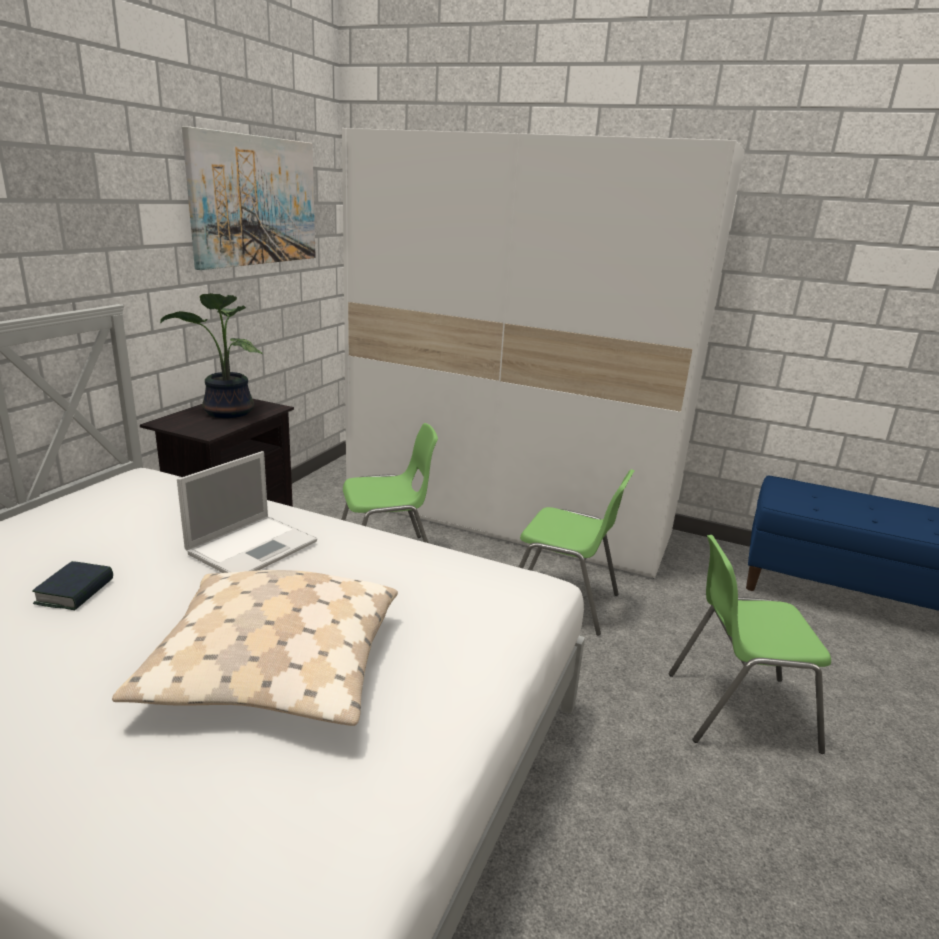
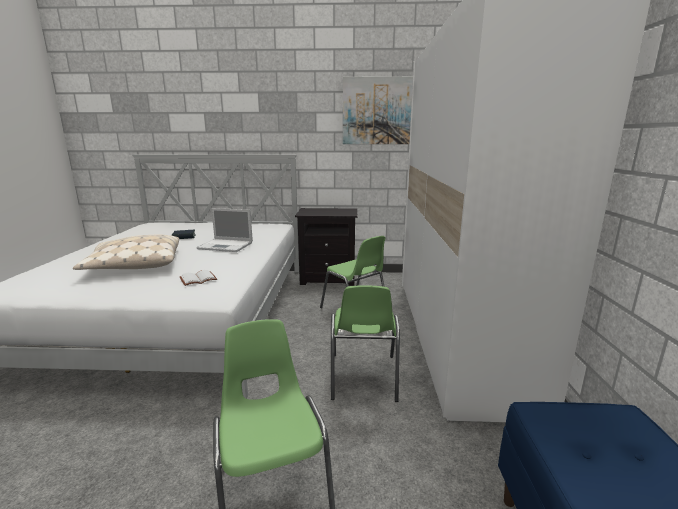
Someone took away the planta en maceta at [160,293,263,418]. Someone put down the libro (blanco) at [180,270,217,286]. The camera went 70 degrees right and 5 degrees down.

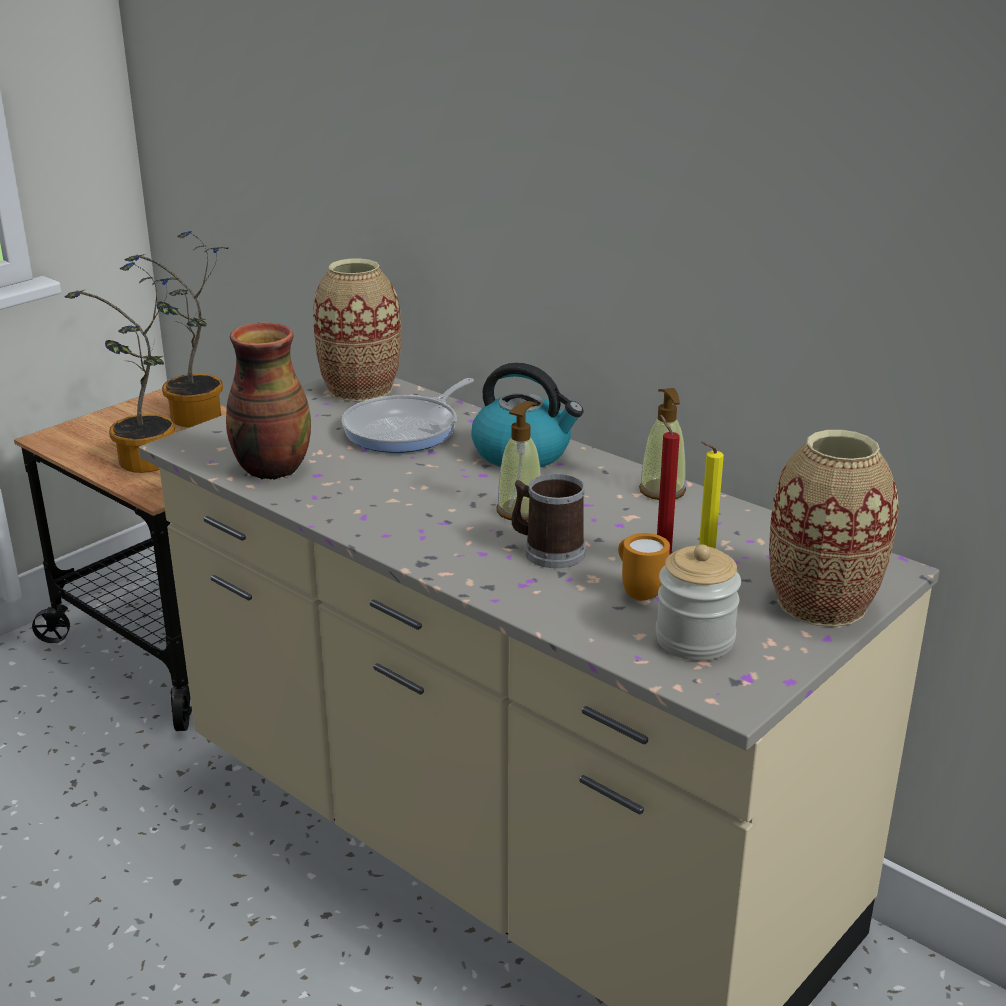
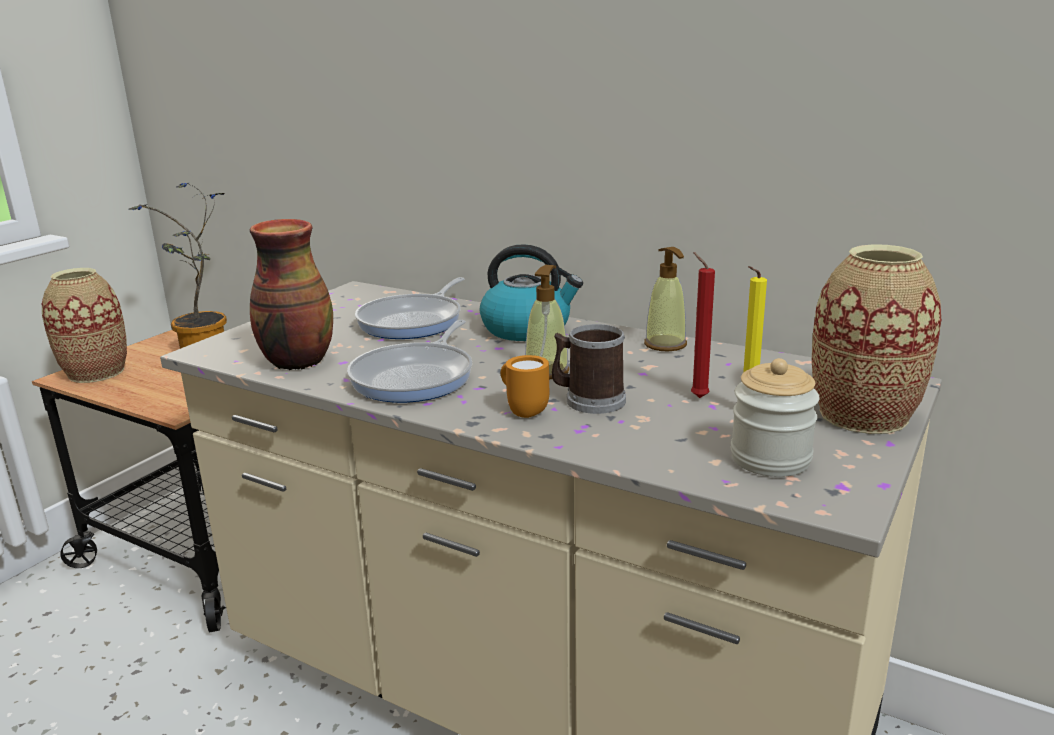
Someone took away the planta en maceta at [65,262,178,473]. Someone carried the florero from [313,259,401,402] to [42,268,127,383]. Someone carried the taza grande (naranja) from [618,533,670,601] to [500,355,549,418]. Someone put down the sartén at [347,320,472,403]. The camera went 10 degrees left and 5 degrees down.

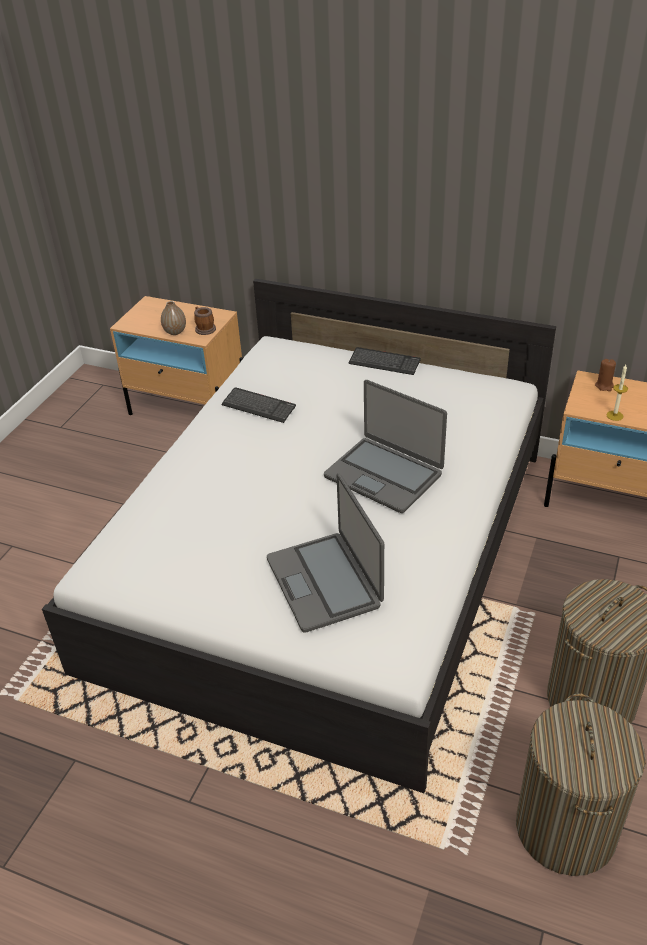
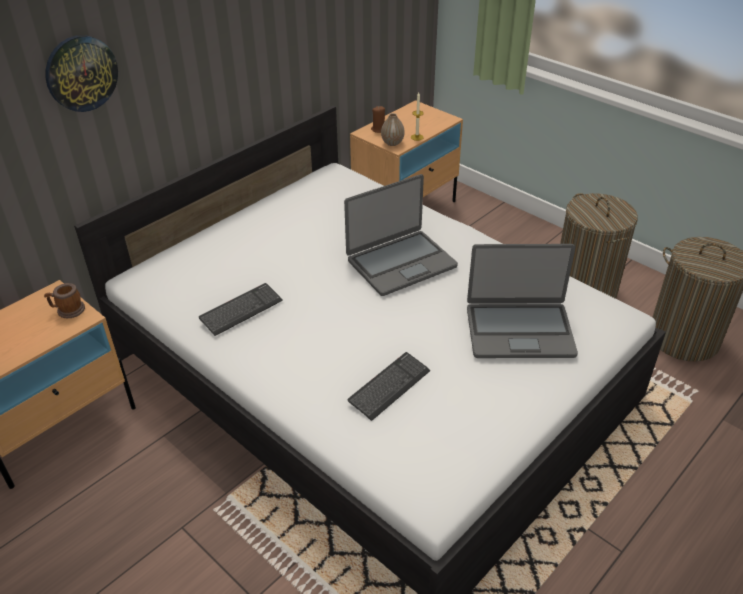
Someone carried the florero from [161,301,186,335] to [381,113,404,146]. Someone carried the teclado from [348,347,421,375] to [347,352,430,421]. Someone put up the reloj de pared at [45,35,118,112]. The camera went 70 degrees left and 0 degrees up.

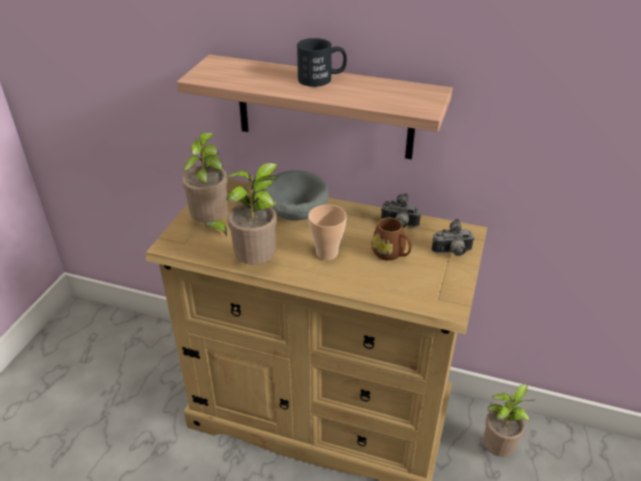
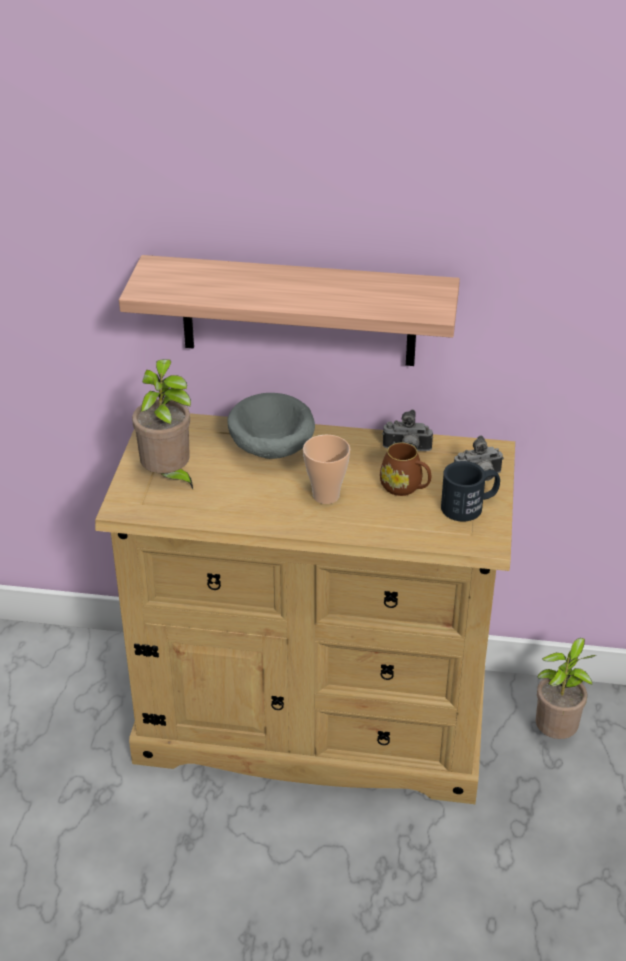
Someone took away the planta en maceta at [226,163,279,265]. Someone carried the taza grande (negro) from [297,38,347,87] to [441,461,500,521]. The camera went 10 degrees left and 0 degrees up.

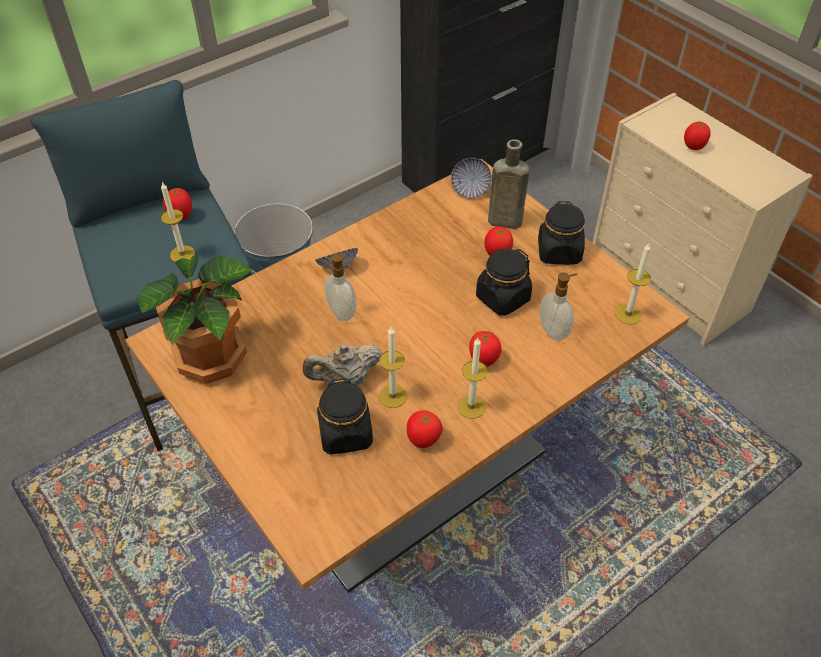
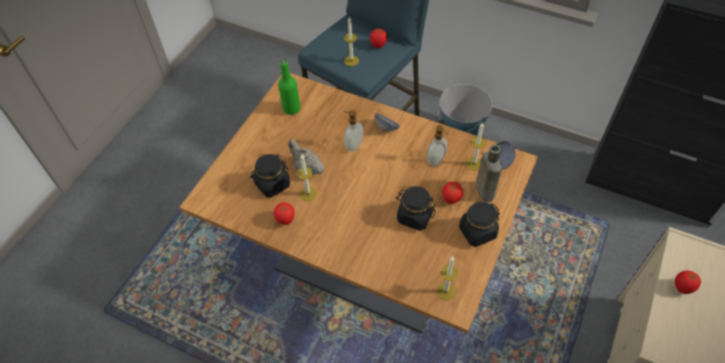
Someone swapped the planta en maceta at [138,255,253,384] for the botella (verde) at [278,60,300,115]. Someone carried the vela from [457,338,488,419] to [466,122,486,171]. Someone took away the tomate at [469,331,501,367]. Someone carried the dispensador de jabón from [540,272,577,341] to [427,125,448,166]. The camera went 65 degrees right and 5 degrees up.

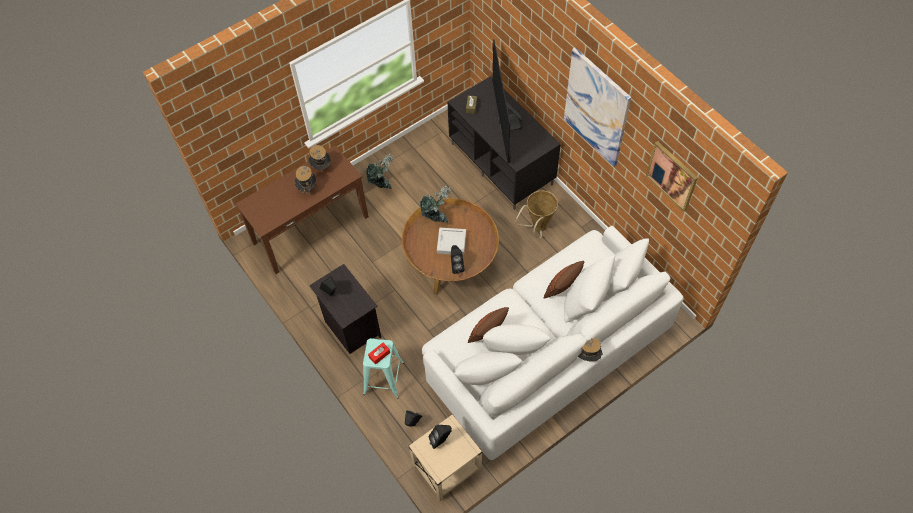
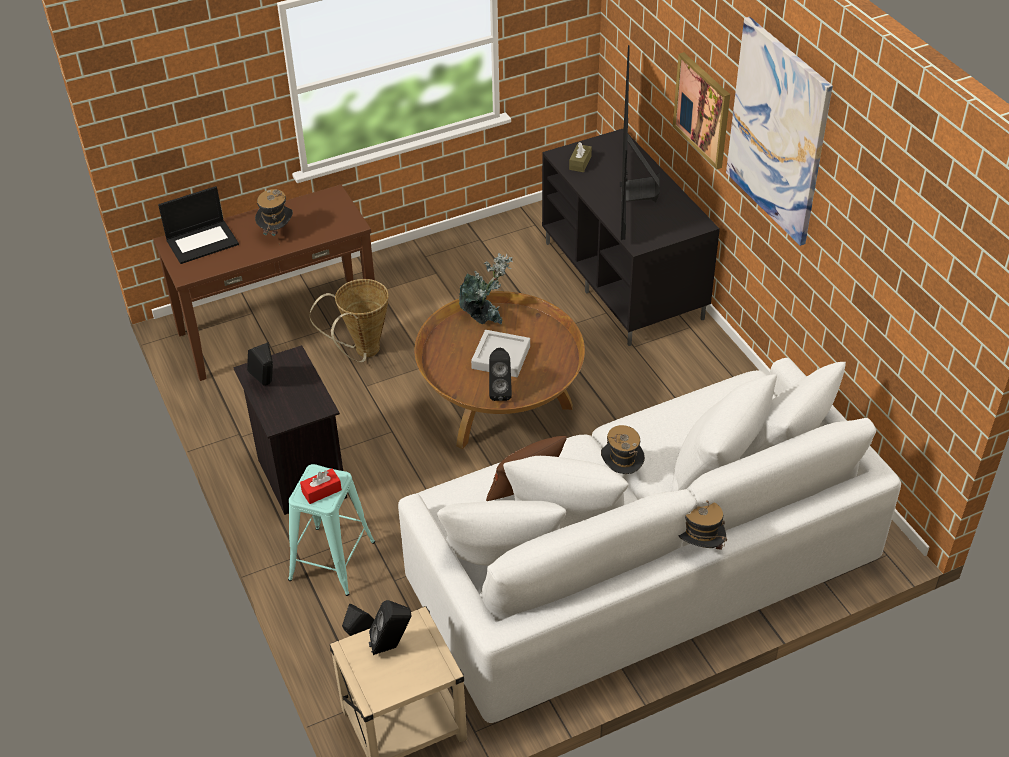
Someone carried the sombrero from [308,145,331,170] to [601,425,645,474]. Someone took away the planta en maceta at [366,153,394,189]. Someone carried the cesta from [515,190,558,238] to [309,279,389,362]. Someone took away the cojín (marrón) at [544,261,584,298]. Someone carried the cuadro from [646,141,698,212] to [673,52,730,170]. Someone put down the portátil at [158,186,239,264]. The camera went 10 degrees right and 15 degrees down.

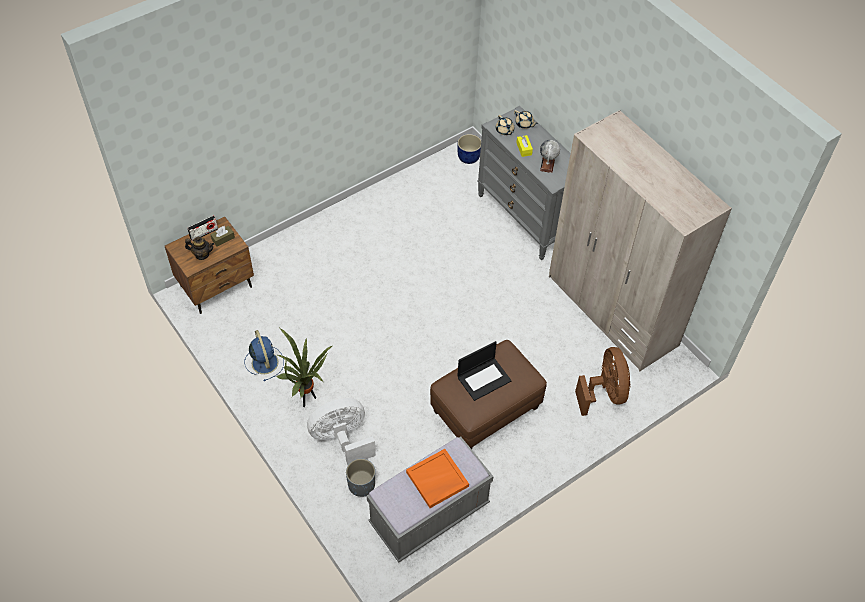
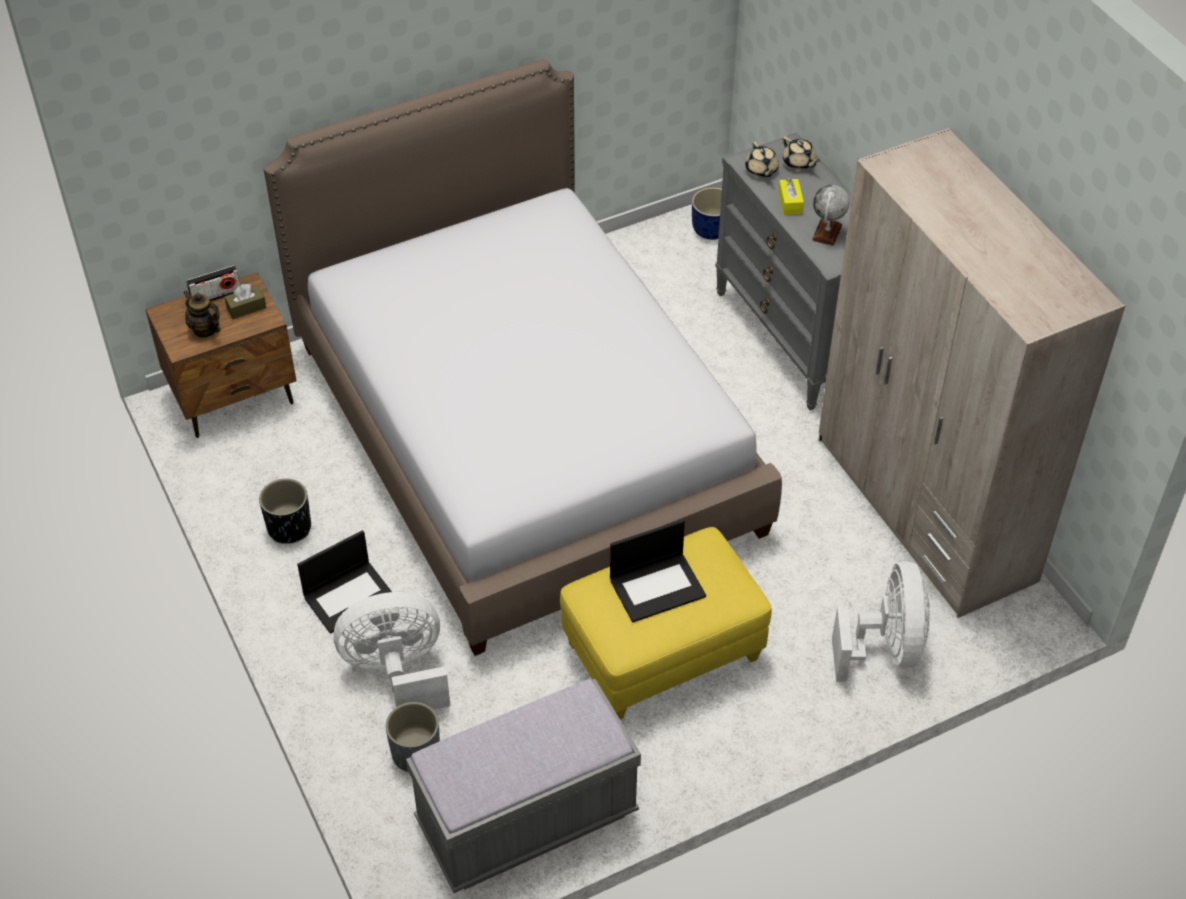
Someone rotated the tetera at [185,236,214,260] by 150 degrees counterclockwise. Someone swapped the ventilador (azul) at [244,330,284,381] for the maceta (negro) at [259,478,311,544]. Someone swapped the planta en maceta at [276,327,332,407] for the portátil at [297,530,392,634]. Someone took away the bandeja (naranja) at [406,449,469,508]. Someone repainted the puf (marrón) at [430,340,547,449], which became the puf (amarillo) at [560,527,772,719]. Someone repainted the ventilador (marrón) at [575,347,630,416], which became the ventilador (blanco) at [832,561,930,682]. Someone put down the cama at [264,59,782,656]. The camera went 10 degrees right and 5 degrees down.

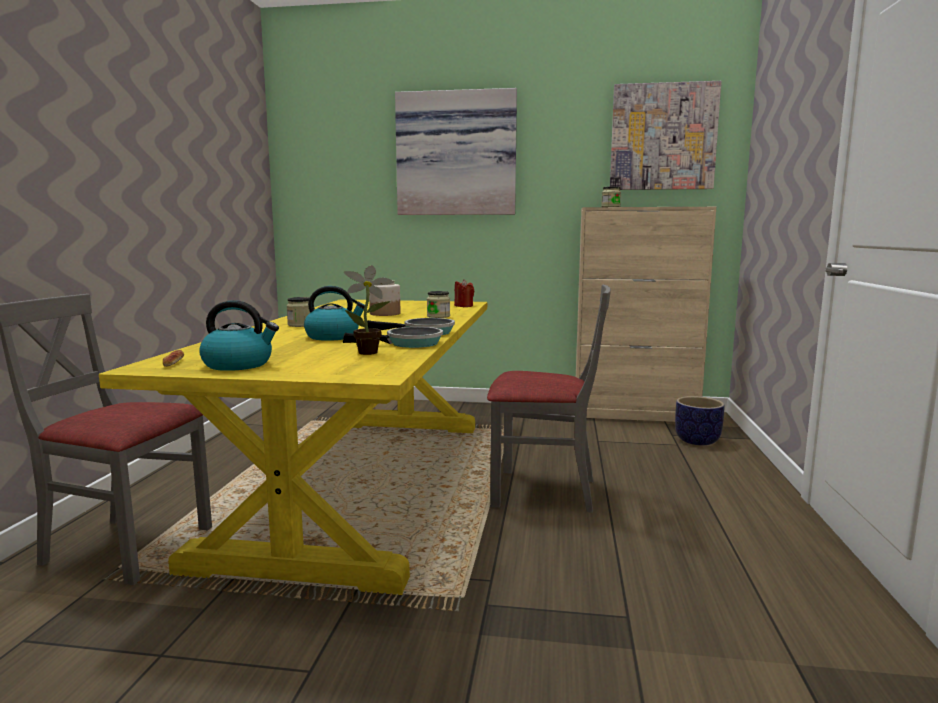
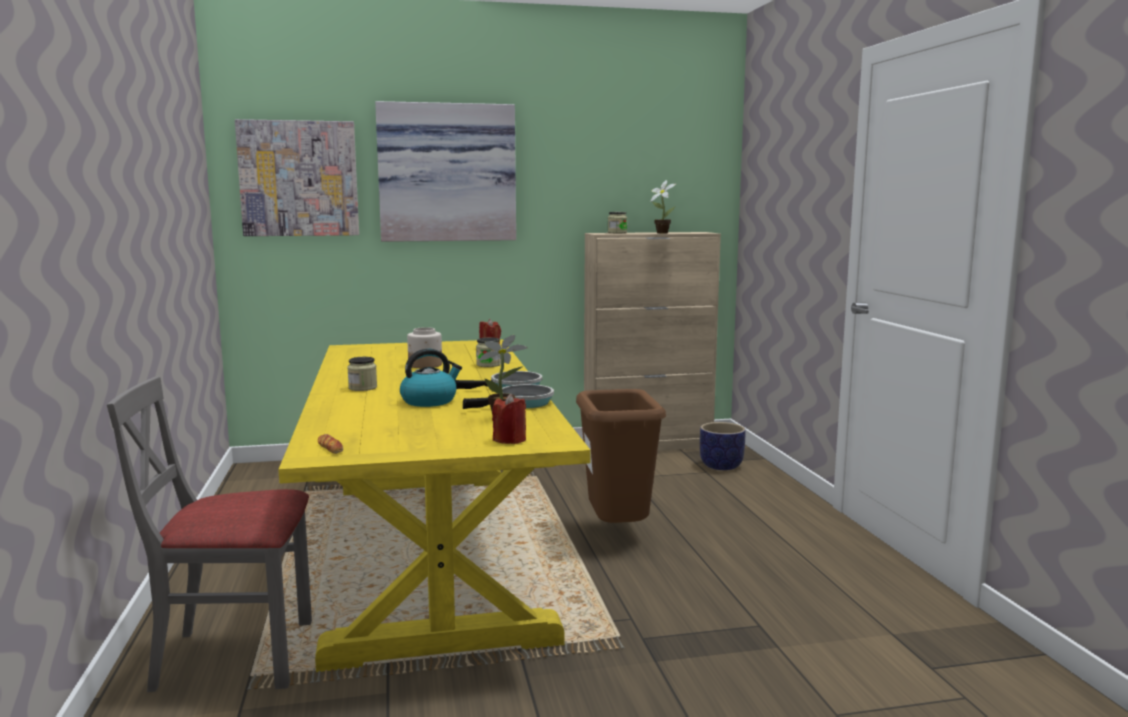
Someone took away the hervidor at [199,300,279,371]. Someone swapped the silla (gris) at [487,285,611,513] for the papelera (marrón) at [576,389,666,523]. Someone carried the cuadro from [610,81,721,190] to [235,119,359,236]. Someone put down the vela (rojo) at [492,394,526,444]. Someone put down the planta en maceta at [650,180,676,234]. The camera went 20 degrees left and 0 degrees up.

